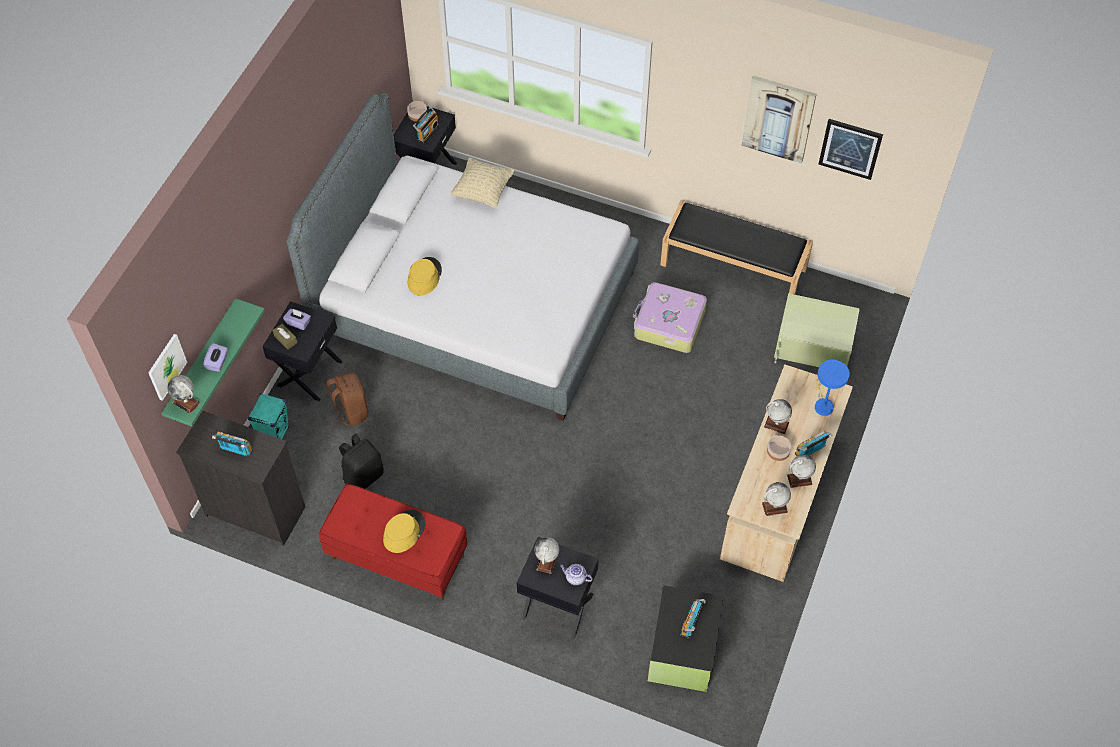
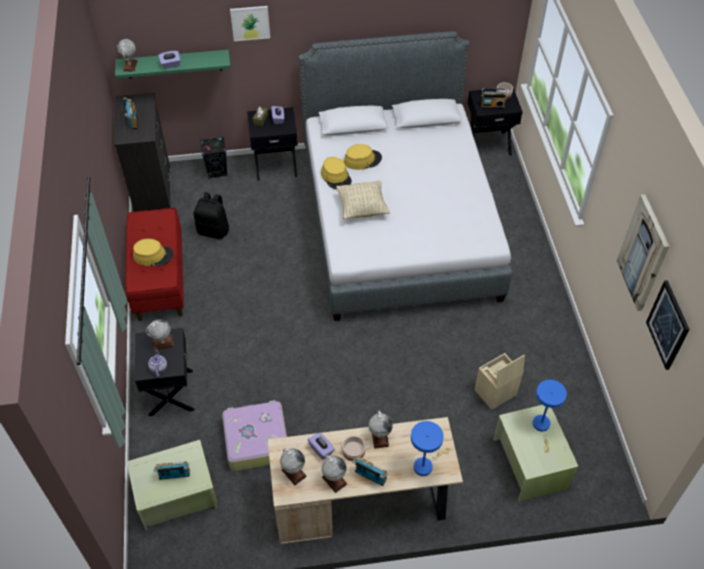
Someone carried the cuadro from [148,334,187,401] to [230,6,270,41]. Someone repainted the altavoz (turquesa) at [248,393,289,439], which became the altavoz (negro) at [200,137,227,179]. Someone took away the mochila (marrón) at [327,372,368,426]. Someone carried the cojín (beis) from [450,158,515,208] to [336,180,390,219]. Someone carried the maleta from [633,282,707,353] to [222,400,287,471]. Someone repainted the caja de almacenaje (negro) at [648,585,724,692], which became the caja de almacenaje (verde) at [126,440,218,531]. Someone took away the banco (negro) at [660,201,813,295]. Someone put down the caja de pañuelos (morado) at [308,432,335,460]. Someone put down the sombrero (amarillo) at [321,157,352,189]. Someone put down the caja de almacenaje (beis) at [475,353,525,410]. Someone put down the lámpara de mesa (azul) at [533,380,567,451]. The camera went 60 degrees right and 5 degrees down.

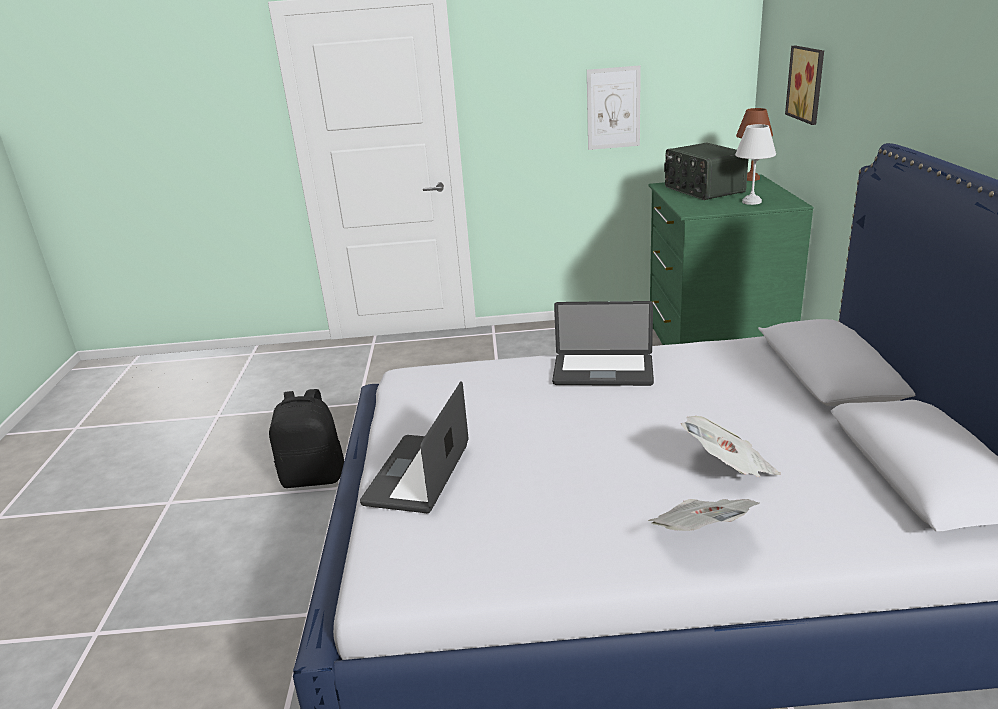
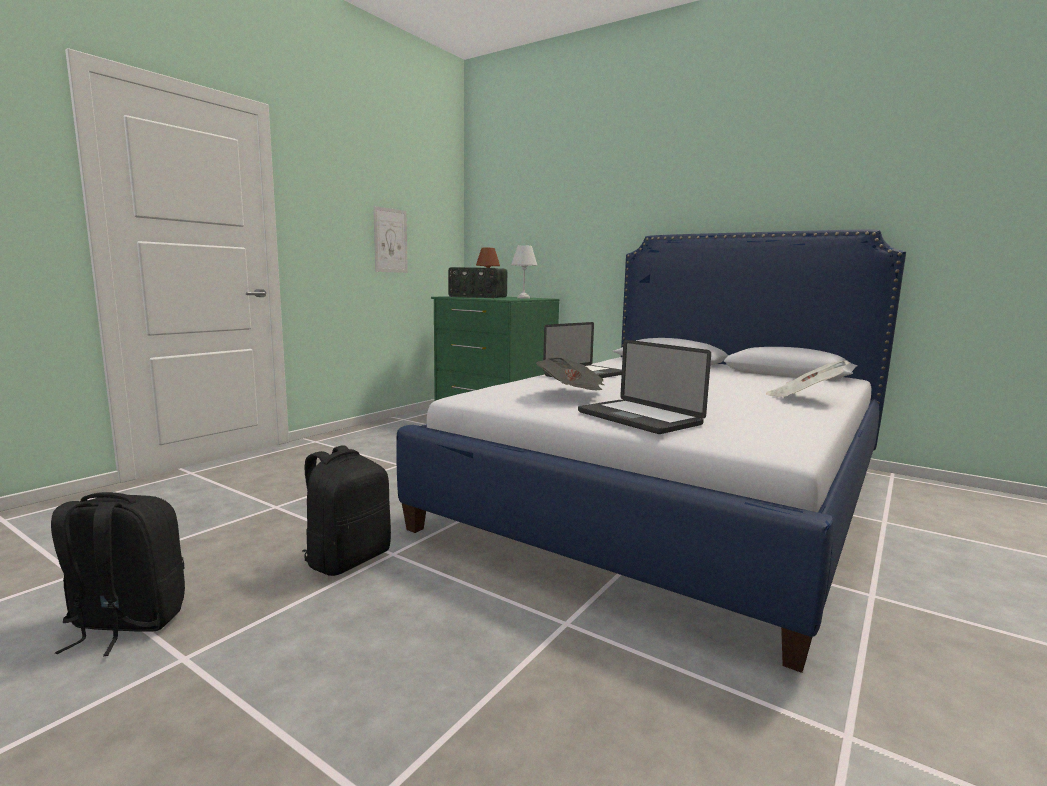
Someone carried the periódico from [681,416,781,477] to [536,357,604,390]. Someone took away the cuadro at [785,46,824,125]. Someone put down the mochila (negro) at [51,492,185,656]. The camera went 55 degrees left and 15 degrees down.

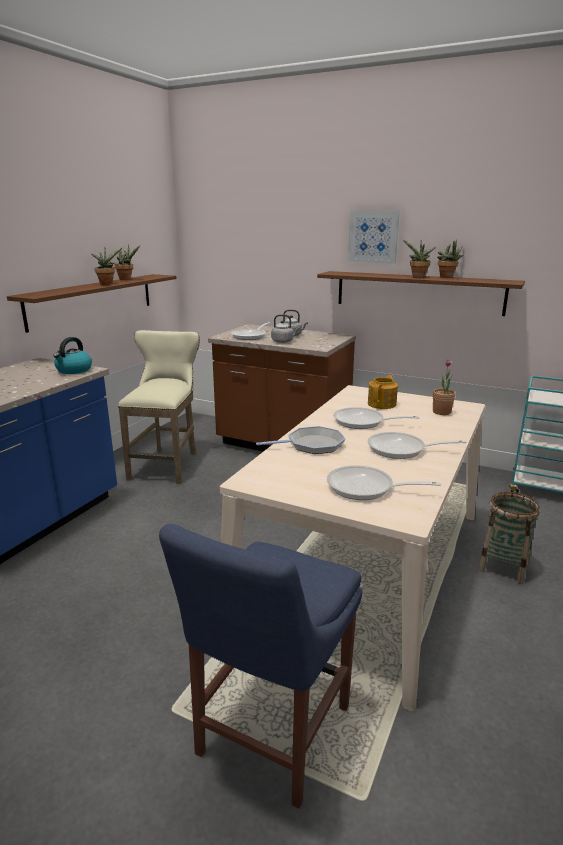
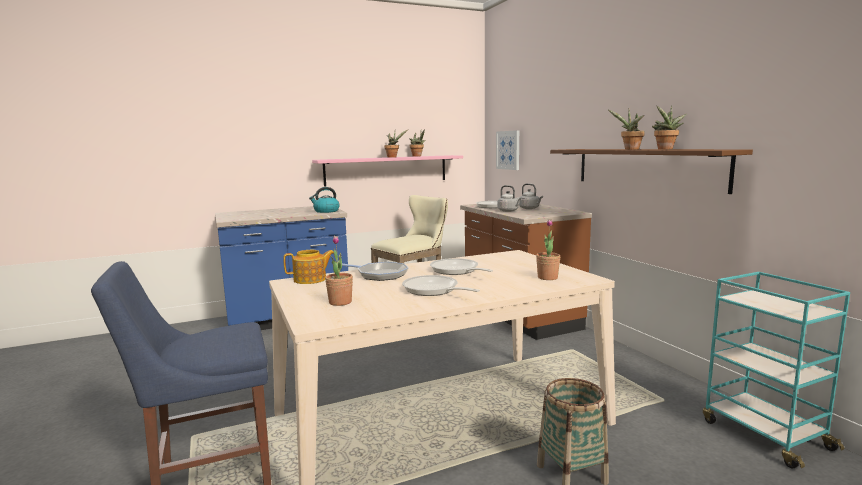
Someone repainted the estante (marrón) at [7,274,176,333], which became the estante (rosa) at [312,155,463,186]. Someone swapped the sartén at [327,465,441,500] for the planta en maceta at [325,236,353,306]. Someone carried the cuadro from [348,210,400,263] to [496,130,519,170]. Someone carried the tetera from [368,375,398,409] to [283,250,334,284]. The camera went 40 degrees right and 10 degrees down.

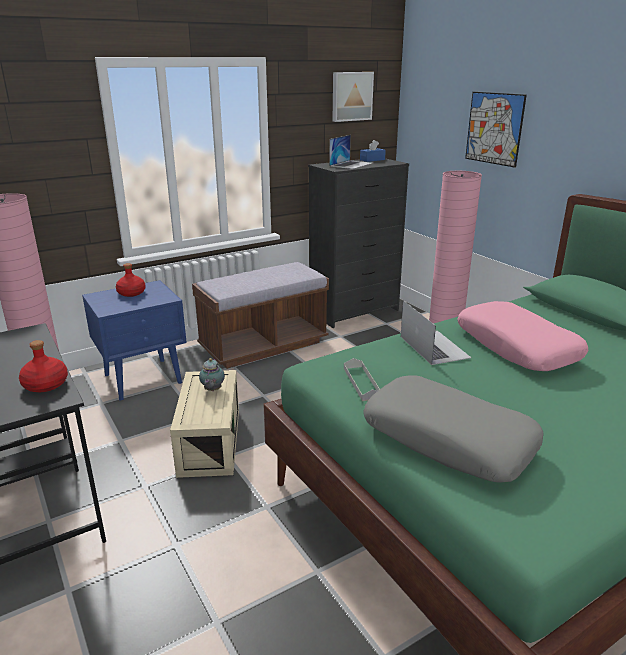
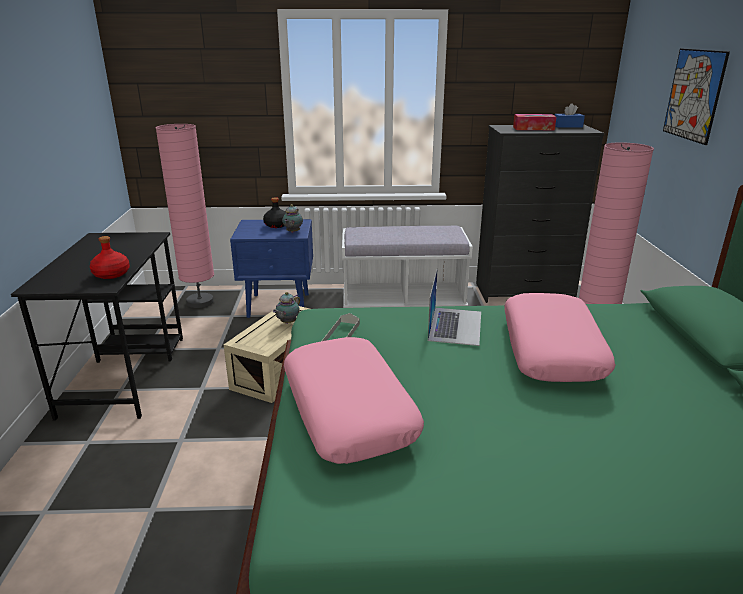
Someone repainted the botella (rojo) at [116,263,146,297], which became the botella (negro) at [263,197,286,228]. Someone repainted the banco (marrón) at [192,262,329,369], which became the banco (blanco) at [342,226,473,308]. Someone swapped the portátil at [329,135,372,169] for the caja de pañuelos at [513,114,556,130]. Someone took away the cuadro at [332,72,374,122]. Someone repainted the cojín (gris) at [363,375,544,483], which became the cojín (rosa) at [284,337,424,464]. Someone put down the tetera at [282,204,303,233]. The camera went 30 degrees right and 0 degrees up.

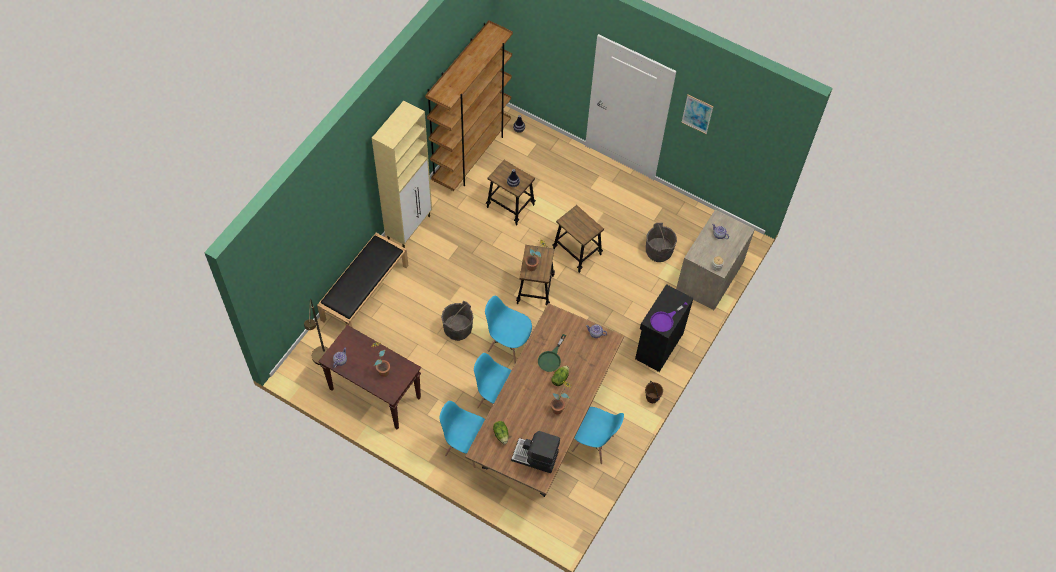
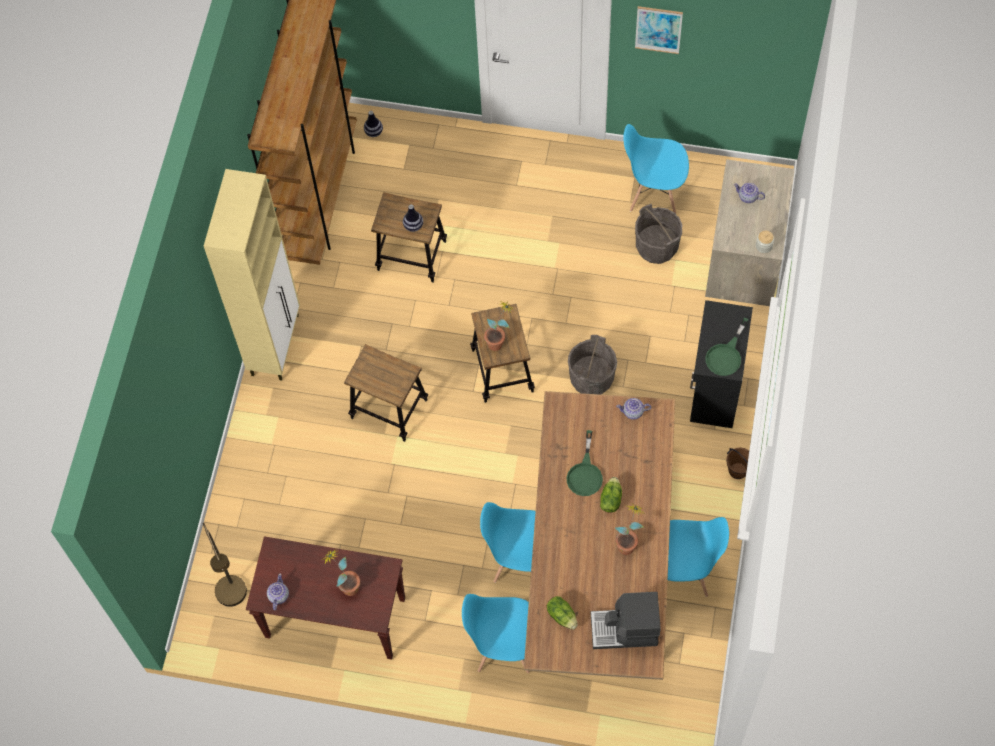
Someone took away the banco (negro) at [317,233,409,327]. Someone carried the cubo (gris) from [441,301,473,341] to [568,335,617,395]. Someone carried the silla (azul) from [485,296,532,364] to [623,124,689,214]. Someone carried the taburete from [552,205,604,273] to [344,344,428,442]. Someone repainted the sartén (morado) at [651,302,688,332], which became the sartén (verde) at [706,318,749,376]. The camera went 15 degrees left and 5 degrees up.

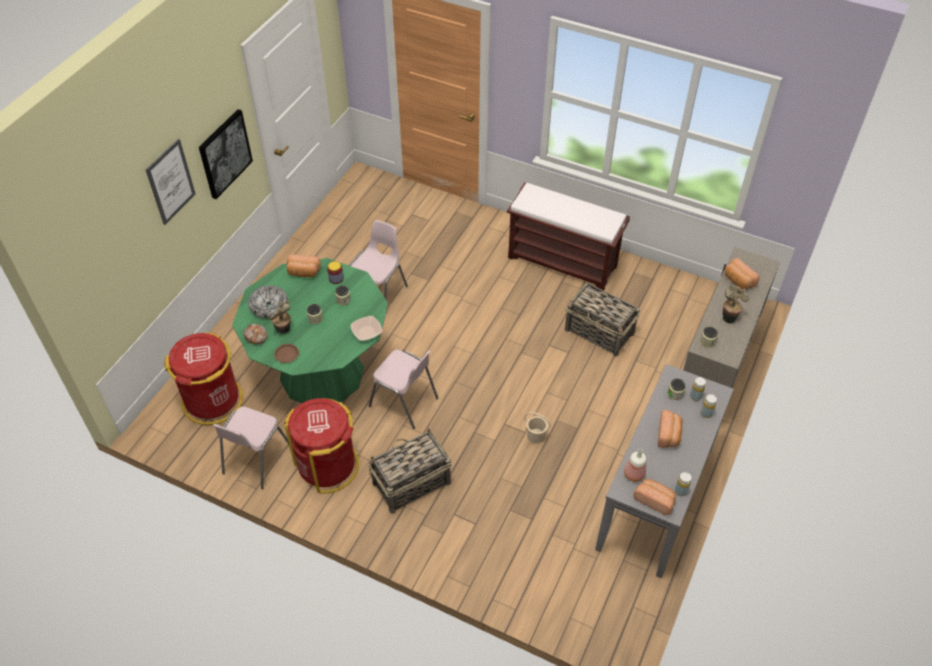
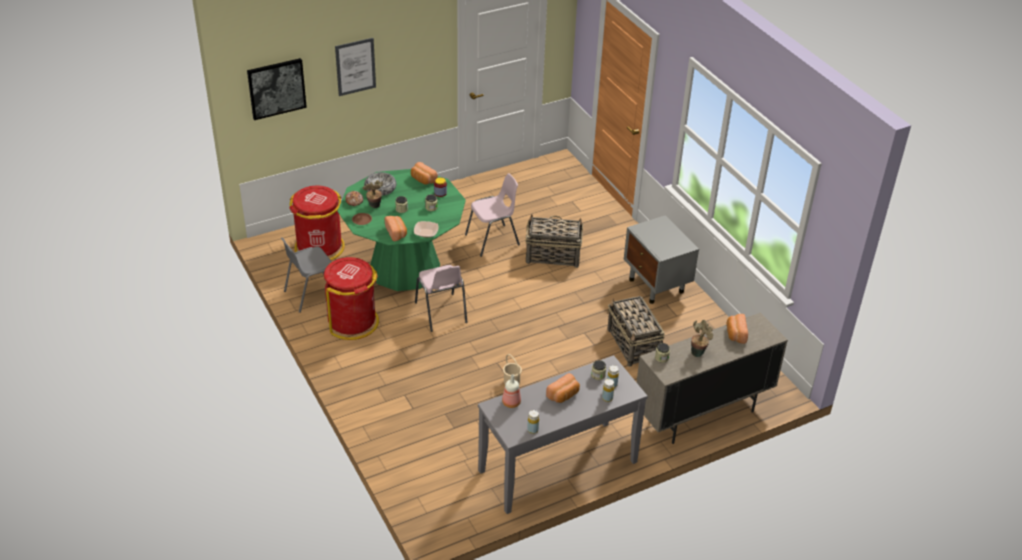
Someone carried the cuadro from [199,109,253,199] to [247,58,307,120]. Someone repainted the silla (rosa) at [213,407,289,489], which became the silla (gris) at [281,238,332,313]. Someone carried the cesta from [368,429,452,513] to [525,214,583,268]. Someone swapped the banco (marrón) at [507,182,630,291] for the mesita de noche (gris) at [624,215,699,304]. Someone carried the pan from [633,479,676,515] to [385,216,407,241]. The camera went 35 degrees right and 10 degrees down.

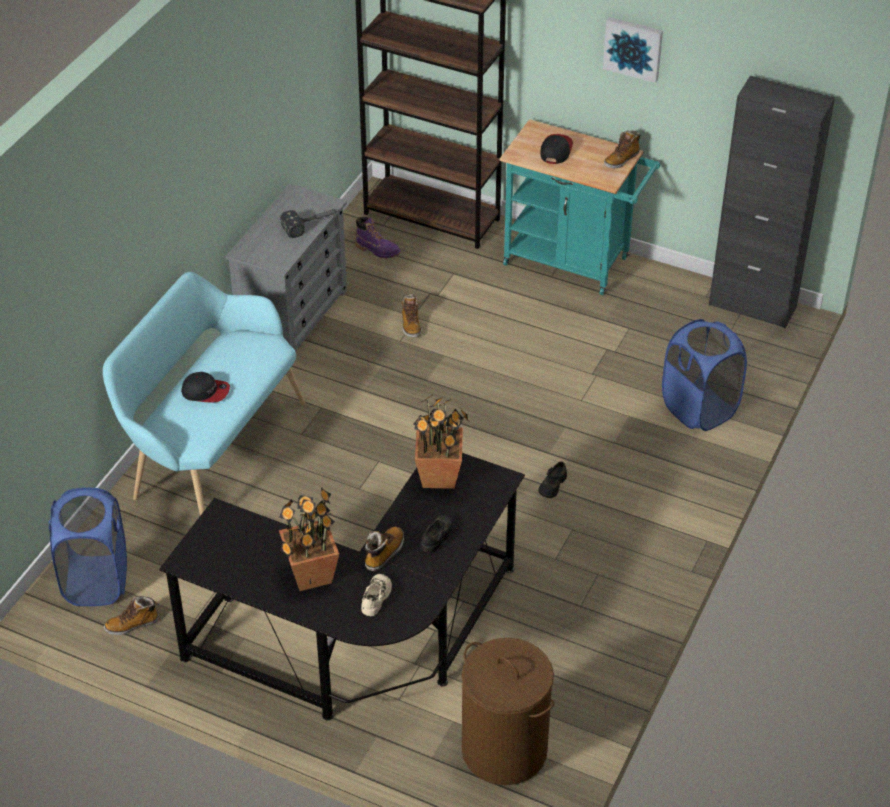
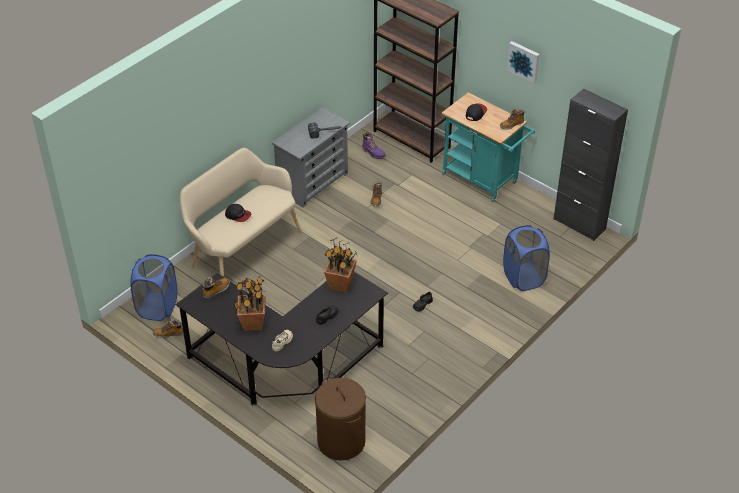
Someone repainted the banco (turquesa) at [103,272,305,516], which became the banco (beis) at [180,148,302,277]. Someone carried the bota from [365,527,404,571] to [202,277,230,299]. The camera went 15 degrees right and 0 degrees up.

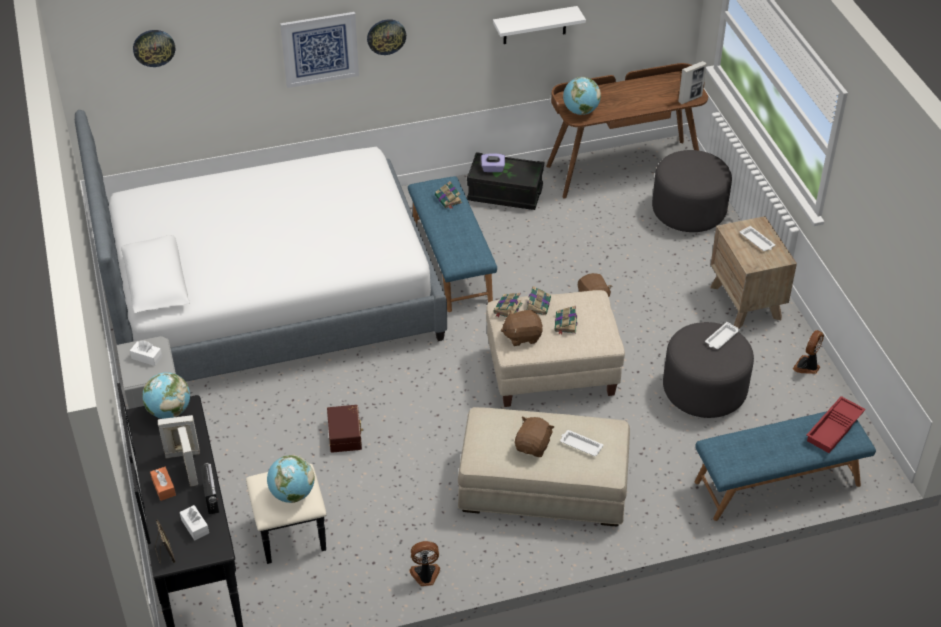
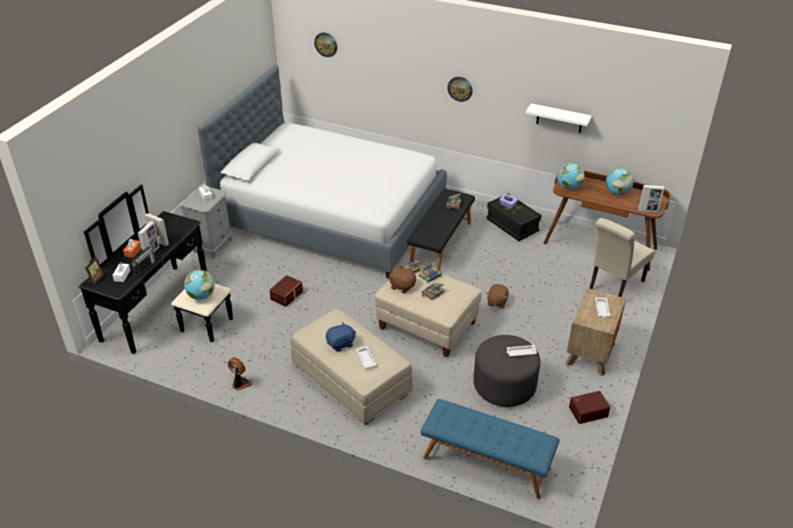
Someone carried the globo terráqueo from [142,372,190,419] to [605,168,634,195]. Someone took away the cuadro at [280,12,359,88]. Someone repainted the banco (azul) at [408,176,497,312], which became the banco (negro) at [407,189,475,271]. Someone repainted the peluche (marrón) at [515,416,554,457], which became the peluche (azul) at [326,322,356,352]. Someone swapped the puf (gris) at [652,150,732,232] for the silla (beis) at [589,218,655,297]. Someone swapped the ventilador at [793,330,824,374] for the caja de almacenaje (marrón) at [569,391,610,424]. Someone took away the bandeja (rojo) at [806,396,866,453]. The camera went 40 degrees right and 5 degrees down.

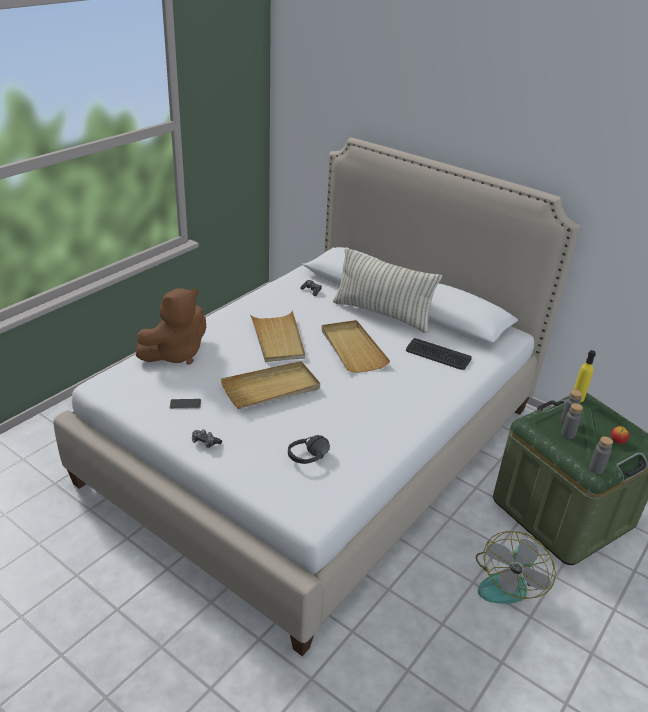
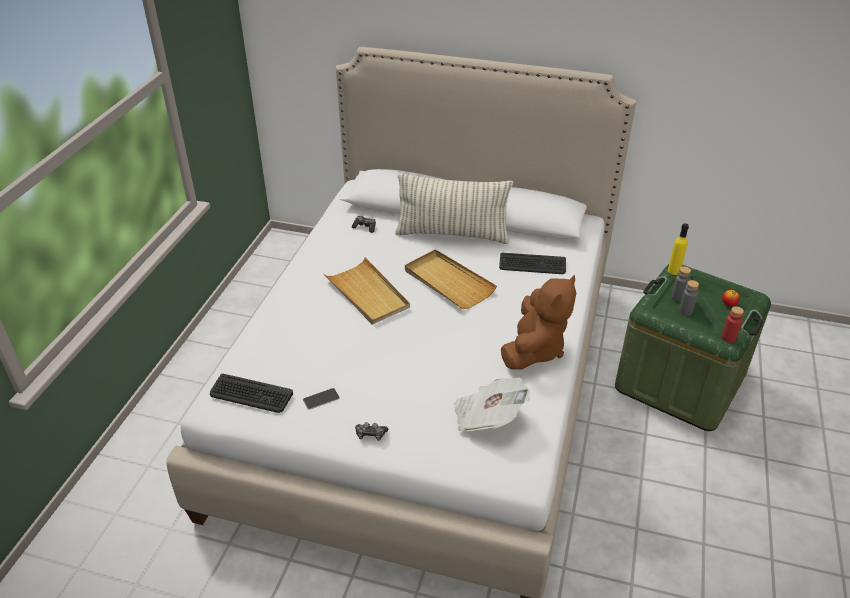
Someone carried the peluche (marrón) from [136,288,206,364] to [501,275,576,370]. Someone took away the bandeja (beis) at [221,361,320,409]. Someone swapped the auriculares (negro) at [288,435,330,464] for the periódico at [454,378,530,431]. Someone took away the ventilador at [476,531,556,604]. Someone repainted the botella (gris) at [589,436,613,474], which became the botella (rojo) at [721,306,744,343]. Someone put down the teclado at [210,374,293,413]. The camera went 20 degrees left and 5 degrees up.

